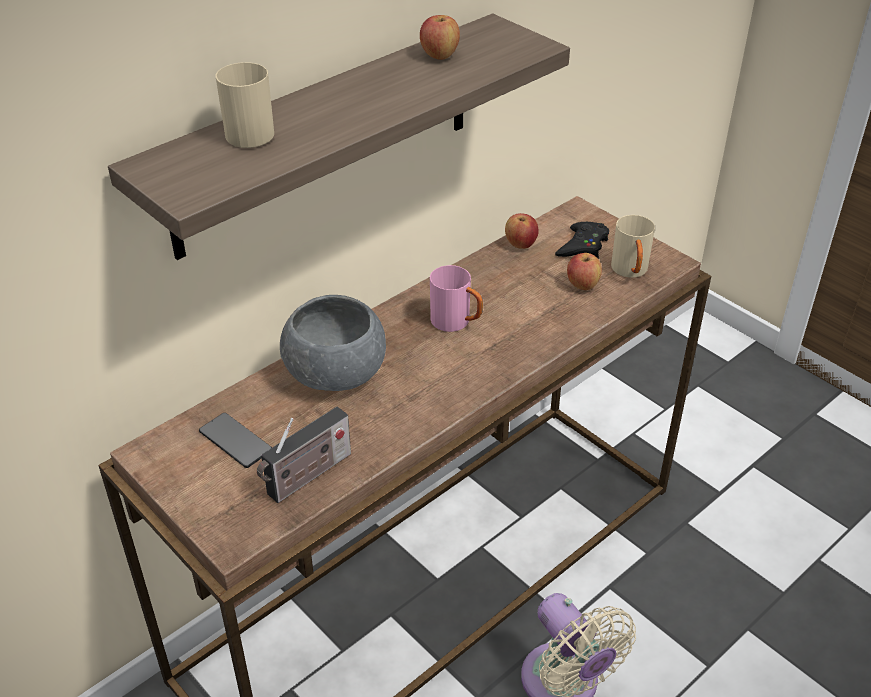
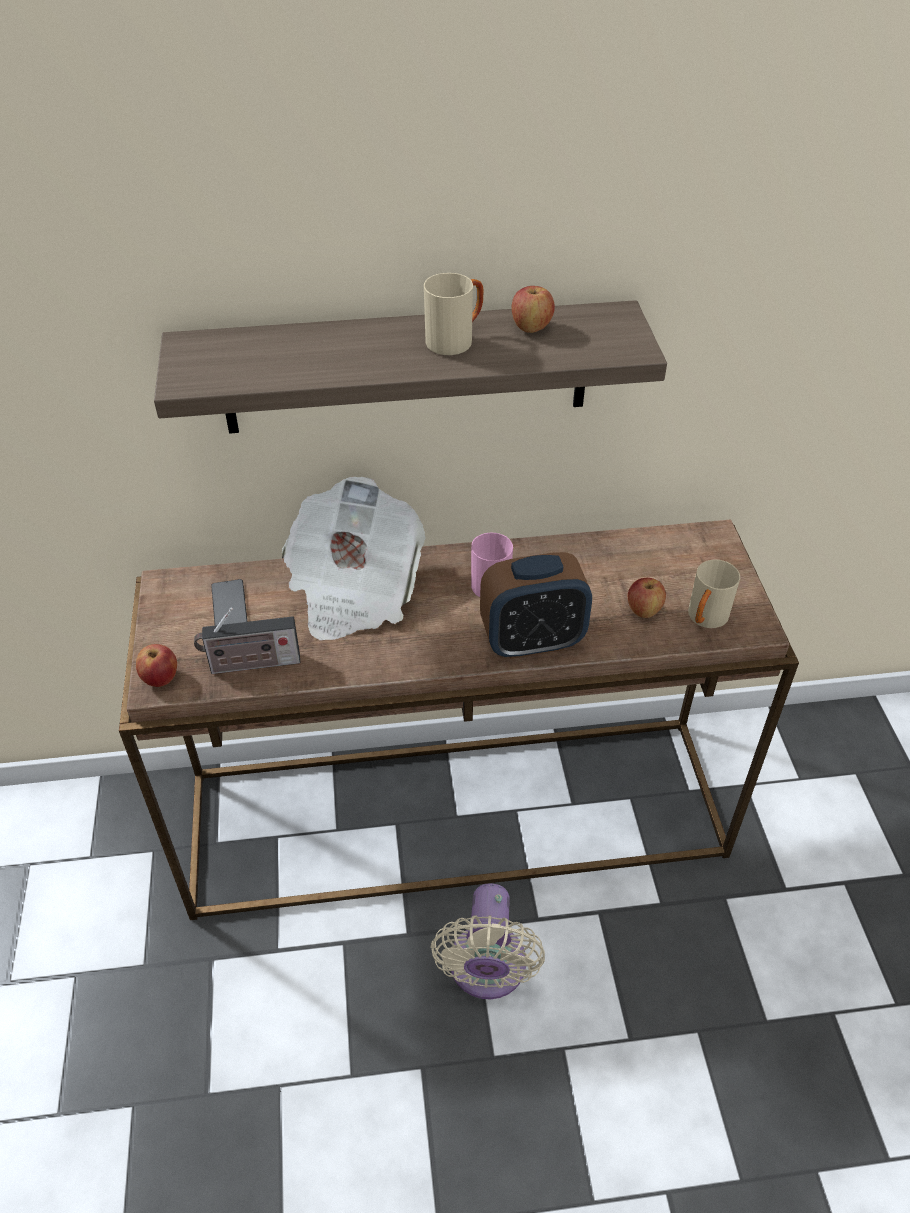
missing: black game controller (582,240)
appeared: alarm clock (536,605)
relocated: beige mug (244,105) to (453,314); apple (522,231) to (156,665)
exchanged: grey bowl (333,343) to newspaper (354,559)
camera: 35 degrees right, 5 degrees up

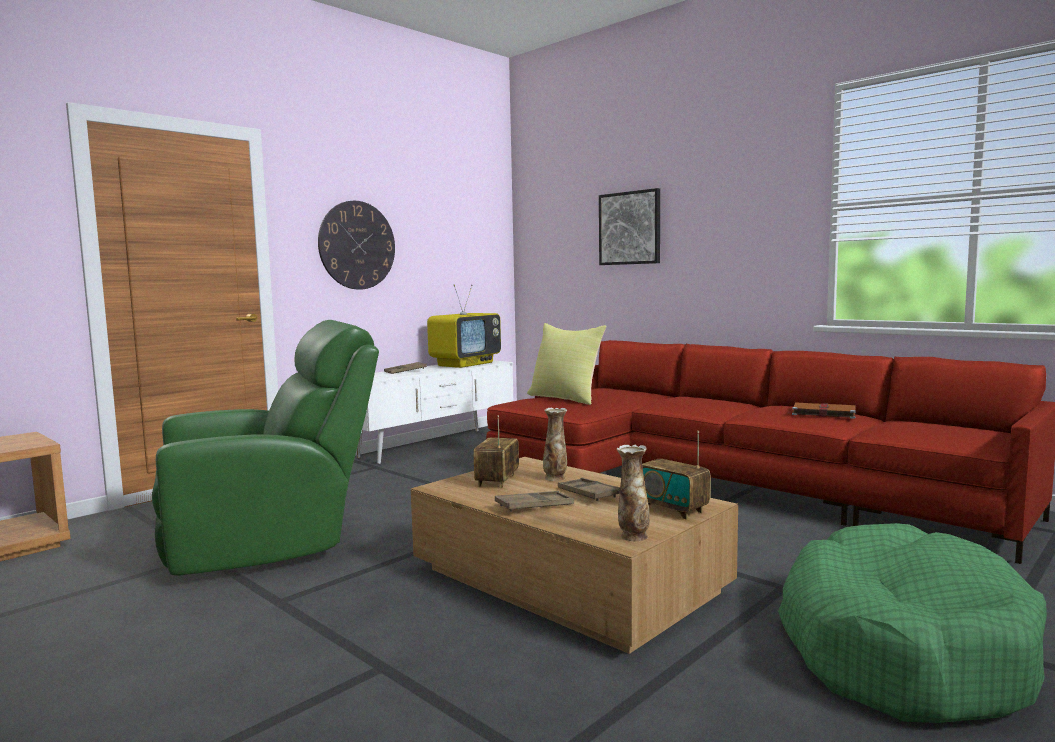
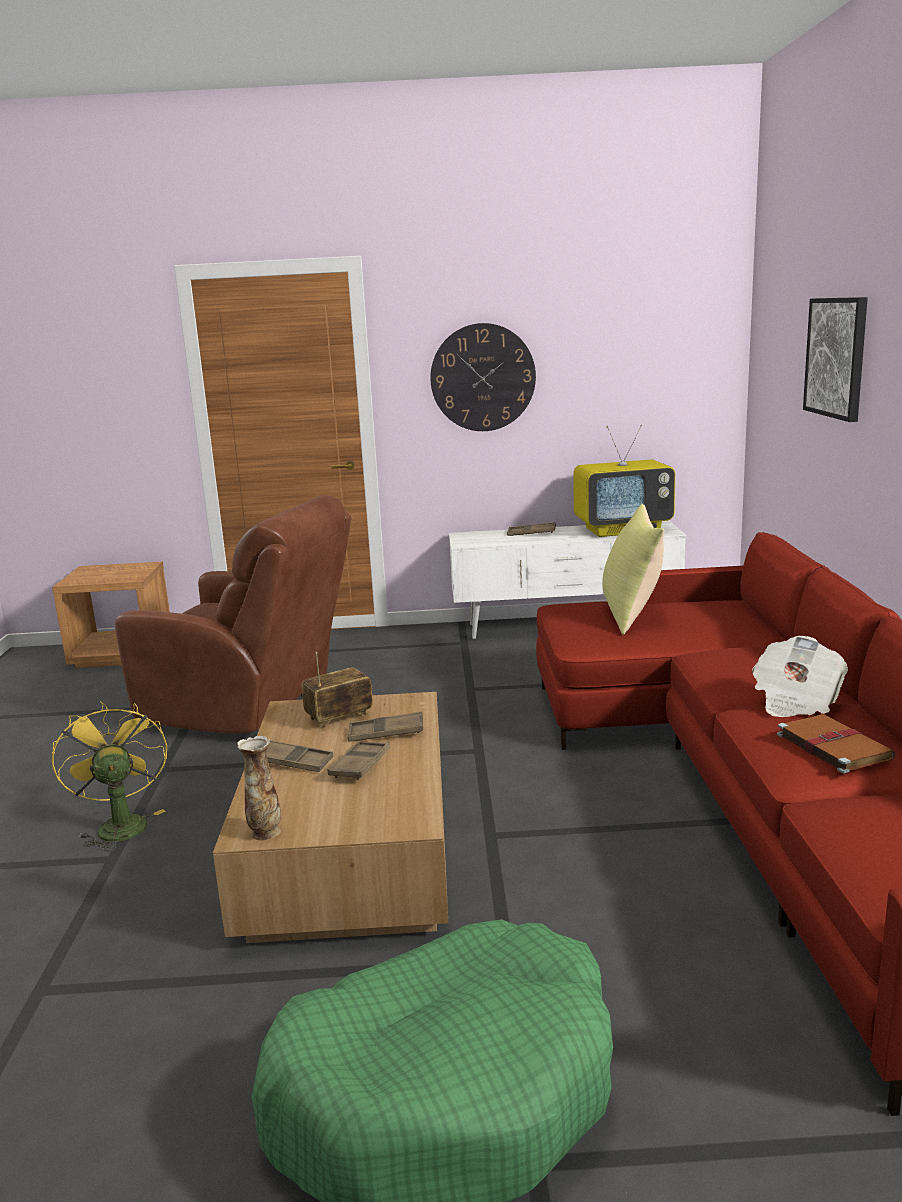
missing: radio (676,475)
appeared: yellow fan (109,776); newspaper (800,676)
exchanged: vase (555,444) to brown tray (385,727)
colour: green armchair (265,448) to brown armchair (233,614)
camera: 45 degrees right, 10 degrees up

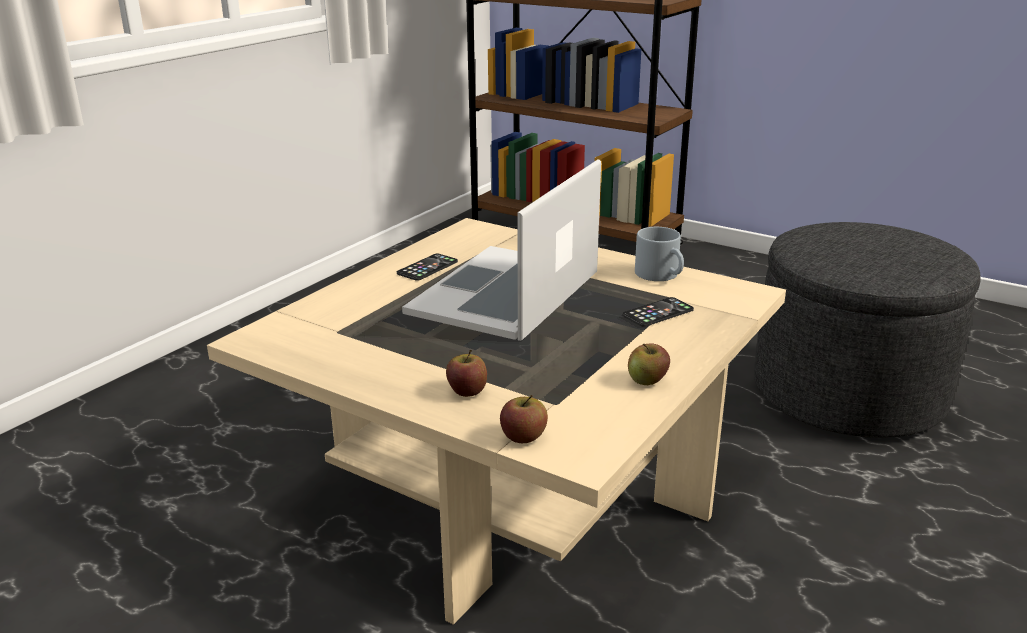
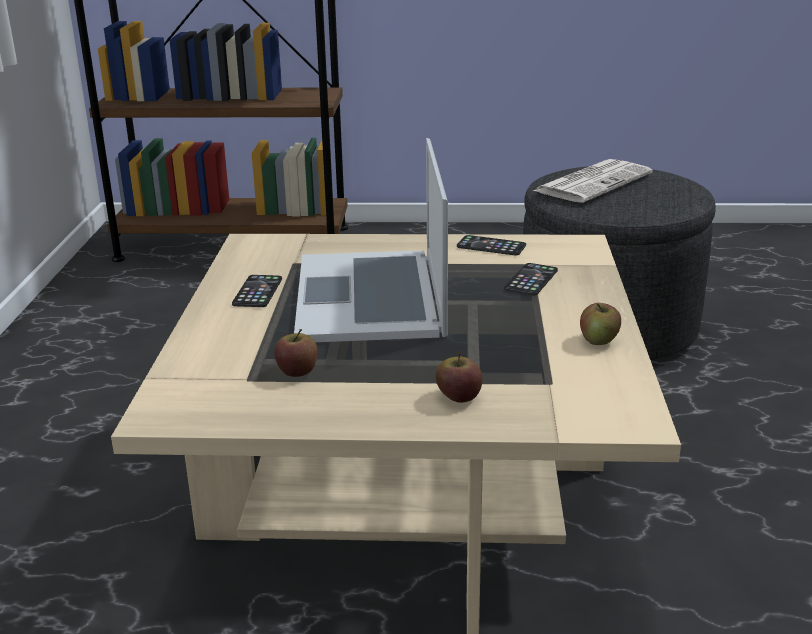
appeared: newspaper (592,181)
relocated: apple (524,419) to (295,353)
exchanged: grey mug (659,254) to phone (491,245)
camera: 30 degrees left, 0 degrees up

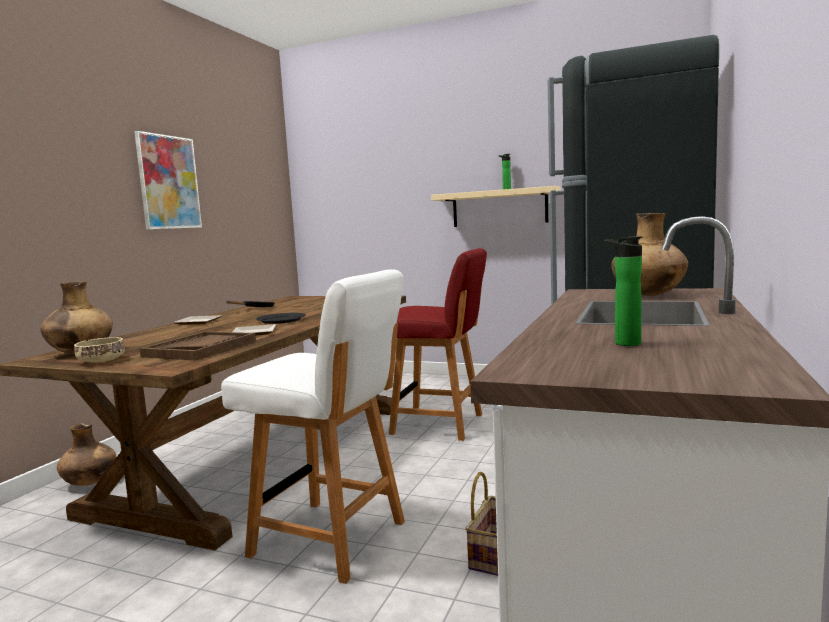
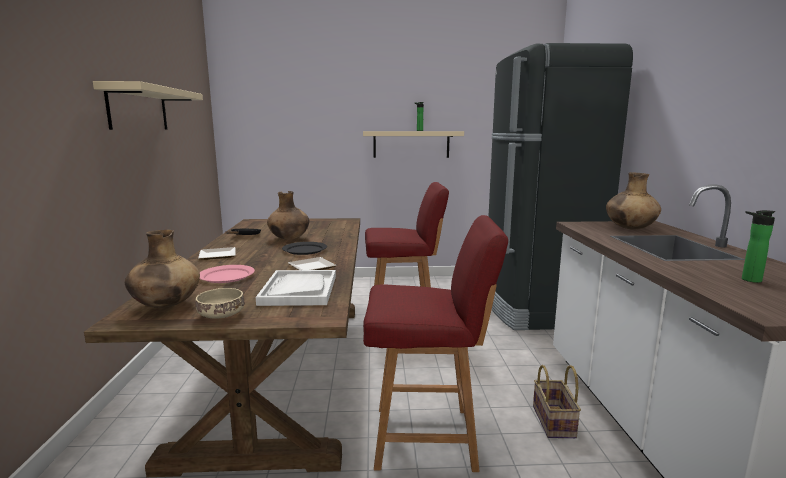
appeared: pink plate (227,274)
relocated: brown vase (86,454) to (288,215)
exchanged: picture (168,180) to beige shelf (148,105)
colour: brown tray (198,345) to white tray (296,288); white chair (313,426) to red chair (435,343)
camera: 25 degrees left, 5 degrees up

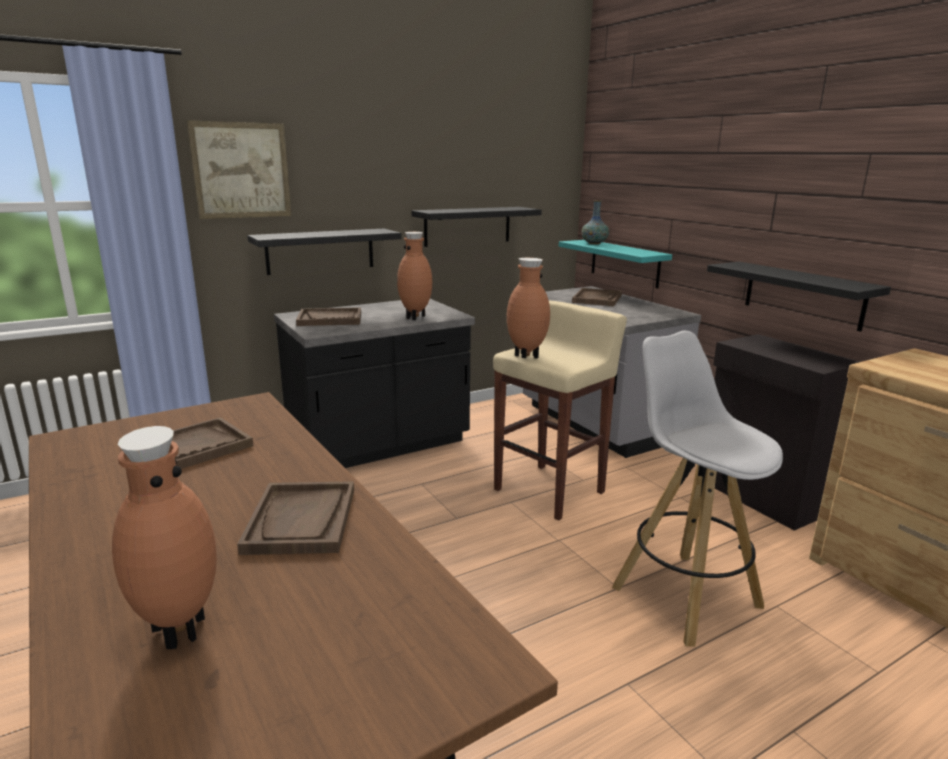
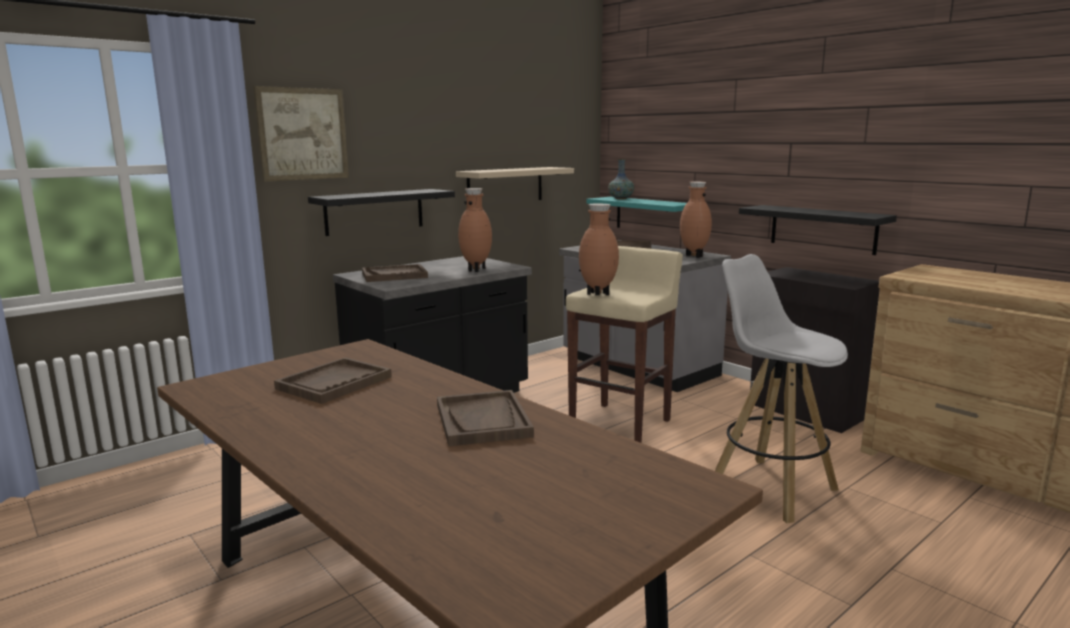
relocated: brown vase (164,537) to (696,219)
colour: black shelf (477,227) to beige shelf (515,183)
camera: 10 degrees left, 5 degrees down

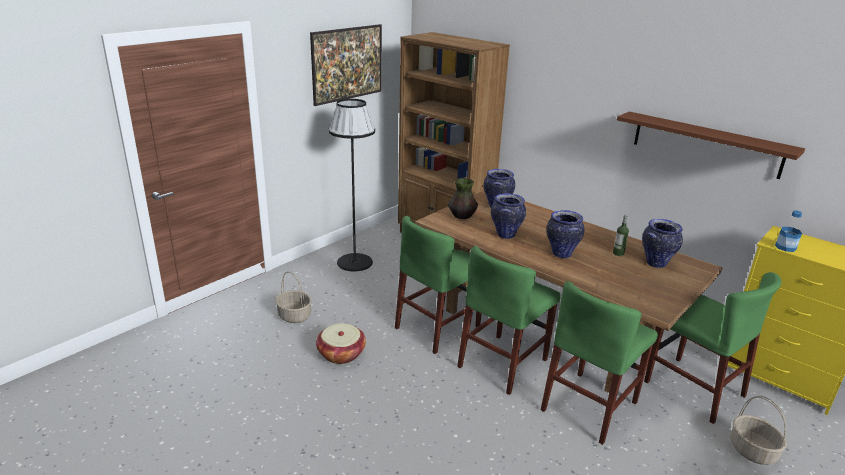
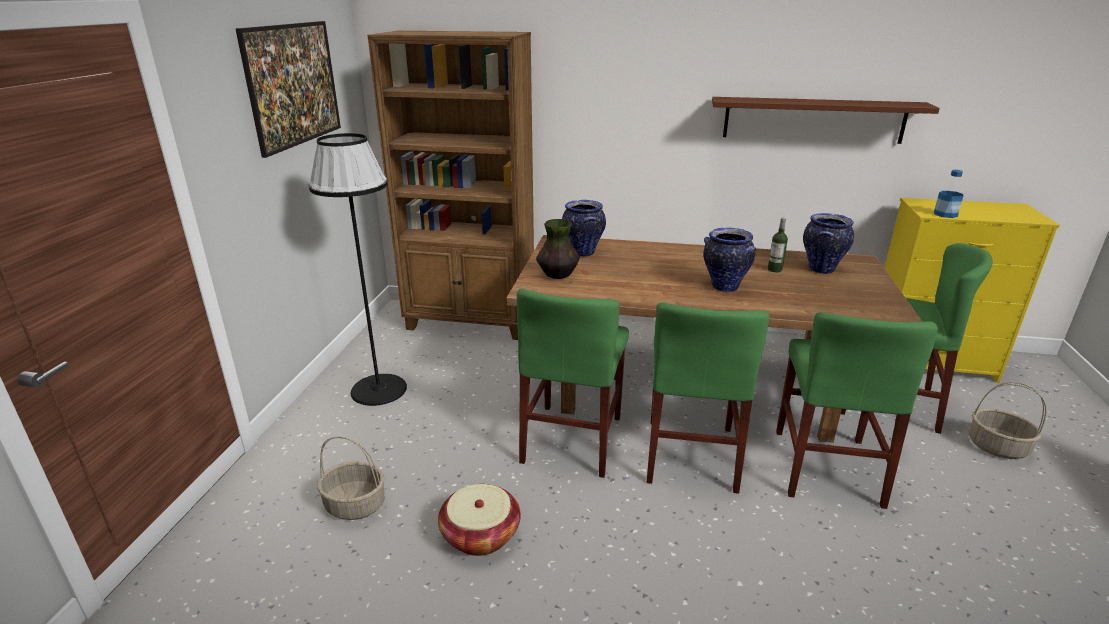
missing: vase (508,216)
camera: 30 degrees left, 0 degrees up

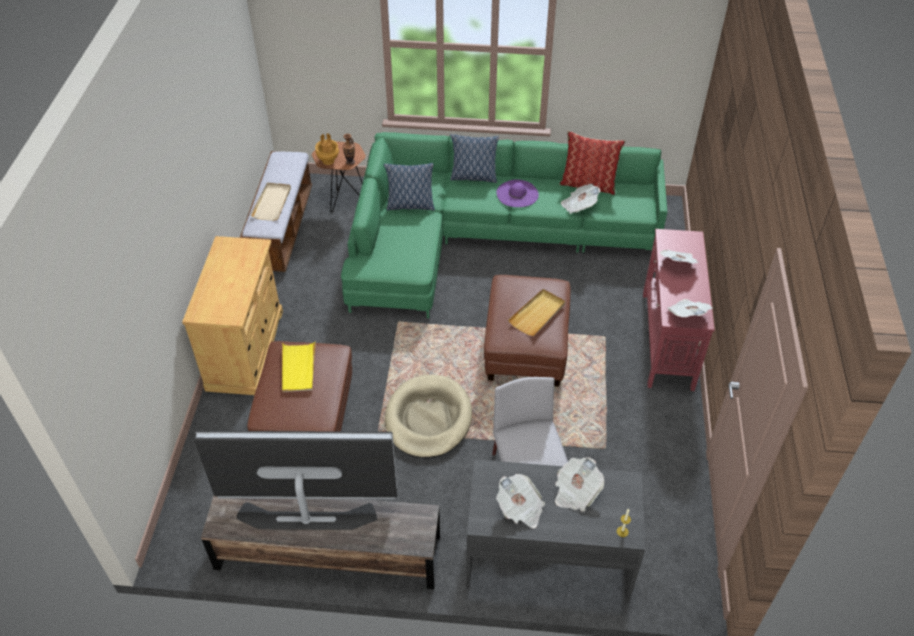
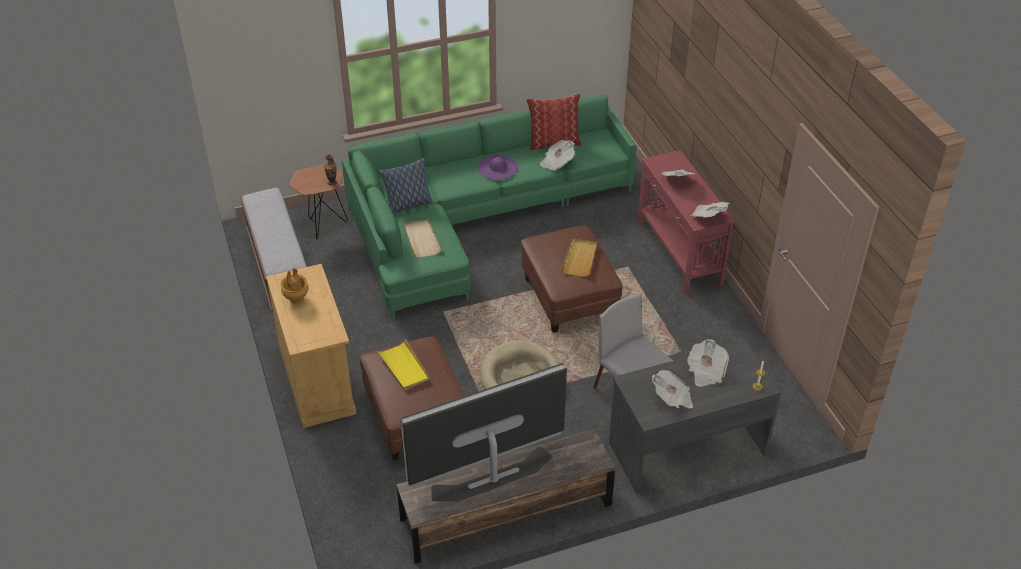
missing: pillow (474,158)
relocated: beige tray (270,202) to (423,238); brown vase (327,149) to (294,286)
camera: 25 degrees left, 5 degrees down

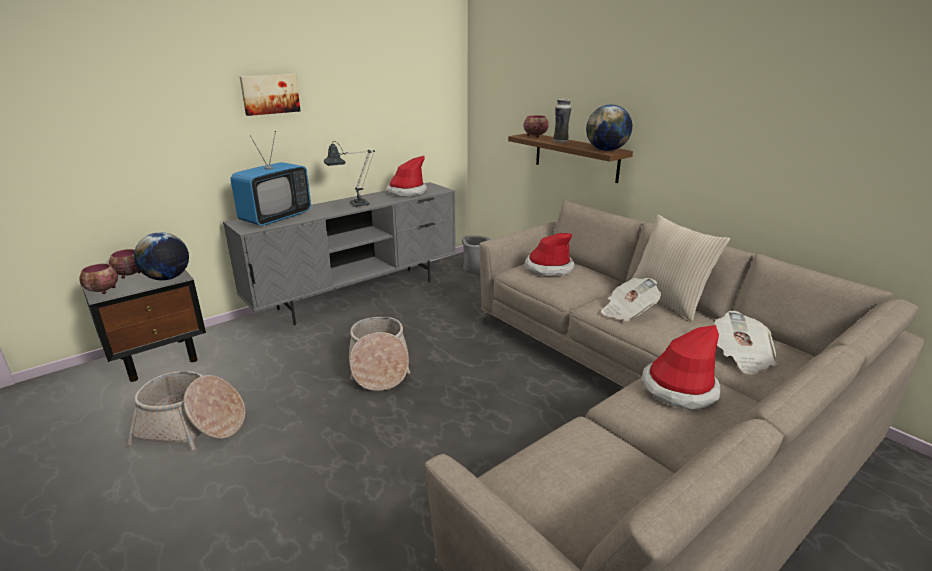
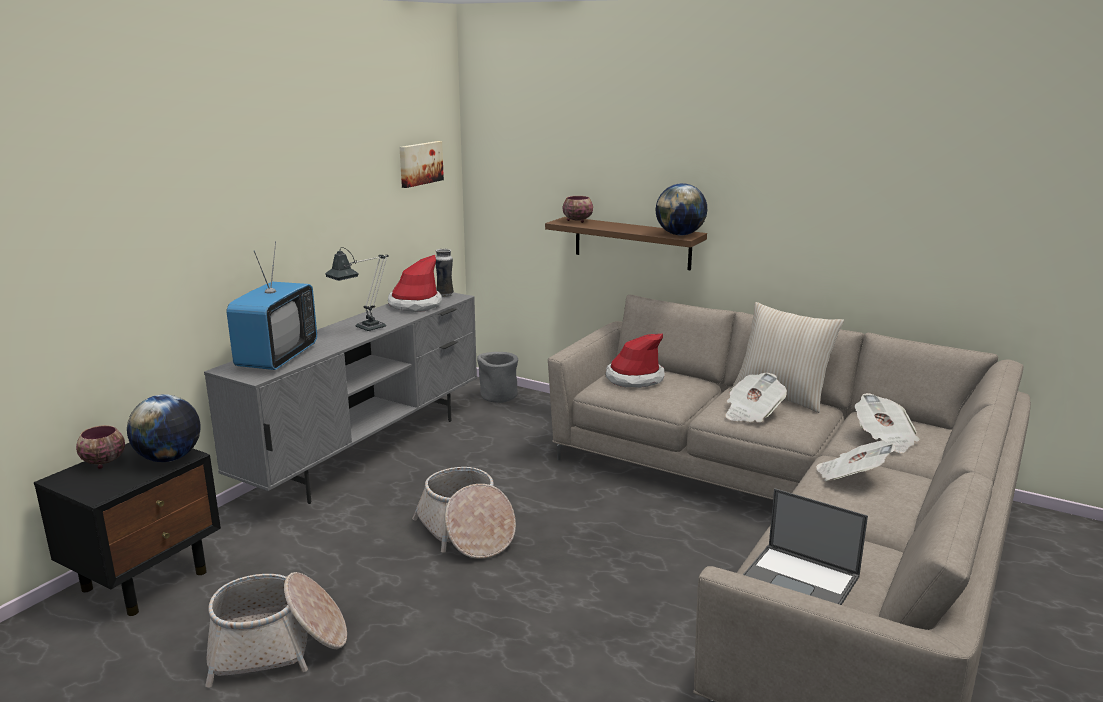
missing: bowl (98,279)
appeared: laptop (805,546)
relocated: picture (270,95) to (421,164); vase (562,121) to (444,273)
exchanged: hat (681,367) to newspaper (856,460)
camera: 20 degrees left, 5 degrees down

